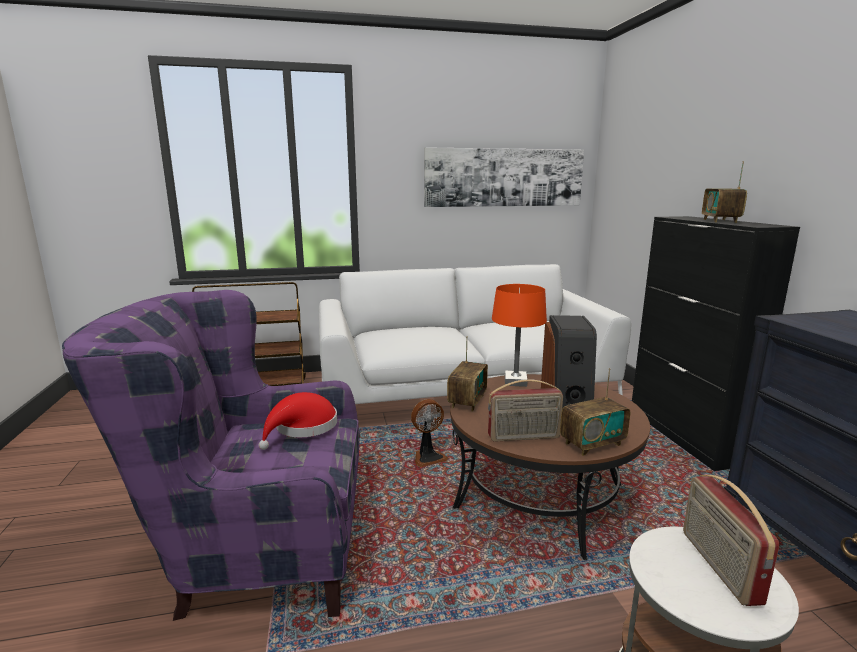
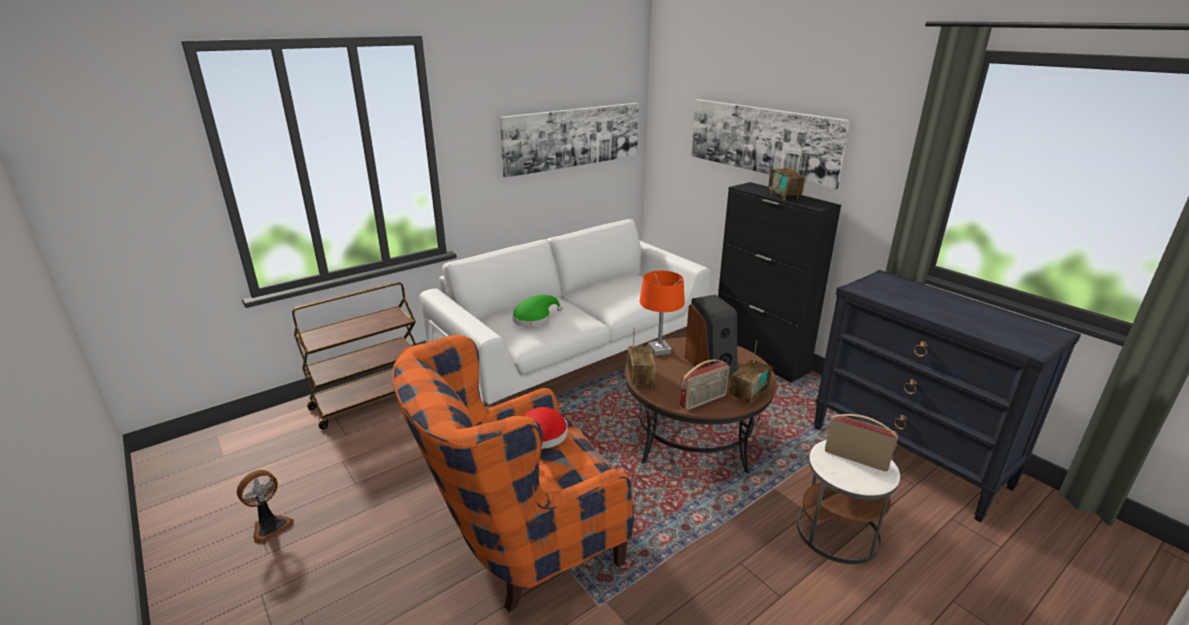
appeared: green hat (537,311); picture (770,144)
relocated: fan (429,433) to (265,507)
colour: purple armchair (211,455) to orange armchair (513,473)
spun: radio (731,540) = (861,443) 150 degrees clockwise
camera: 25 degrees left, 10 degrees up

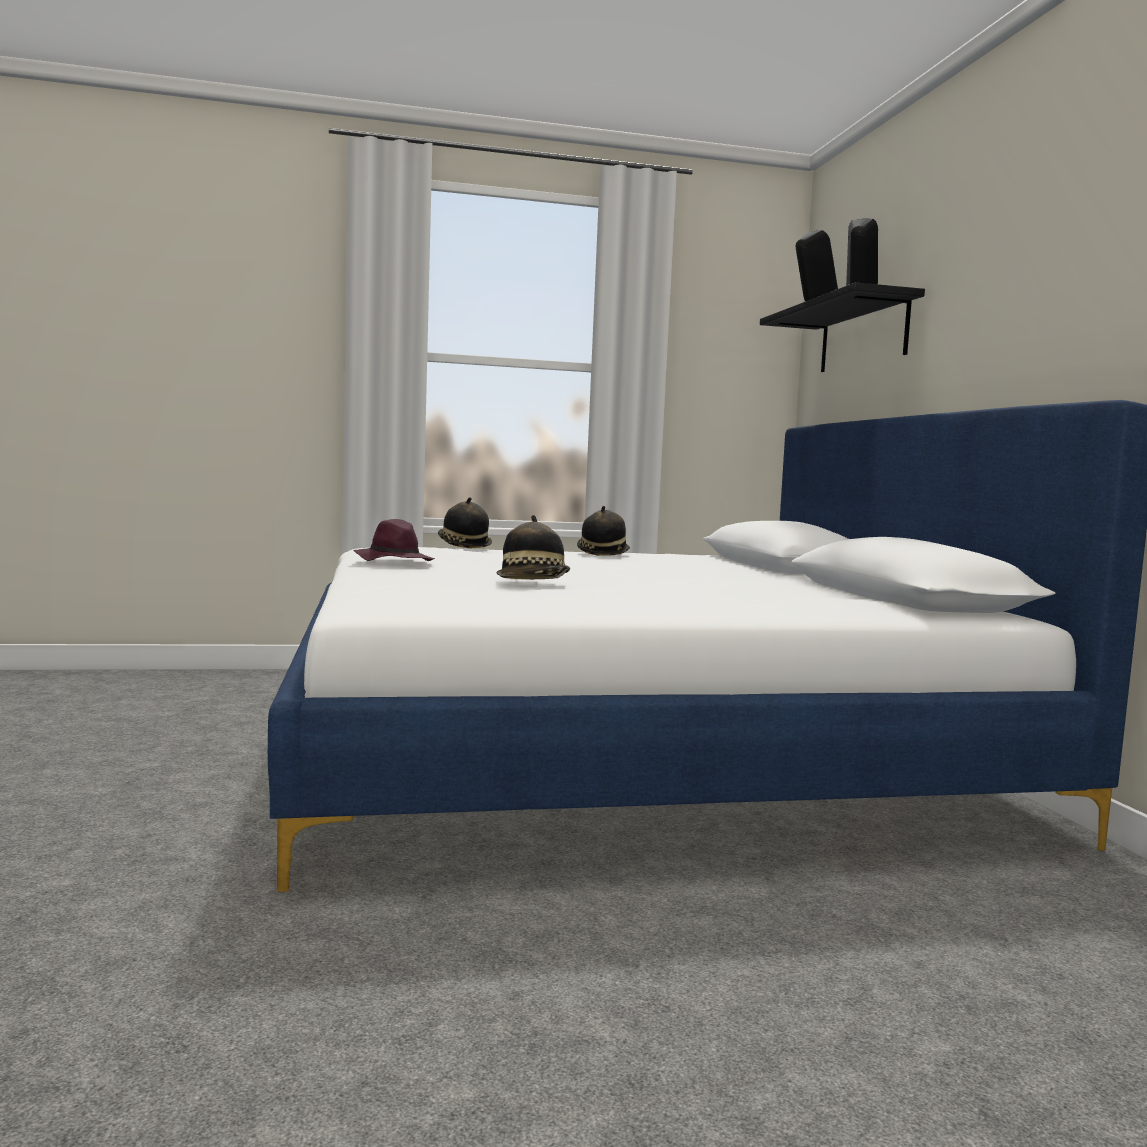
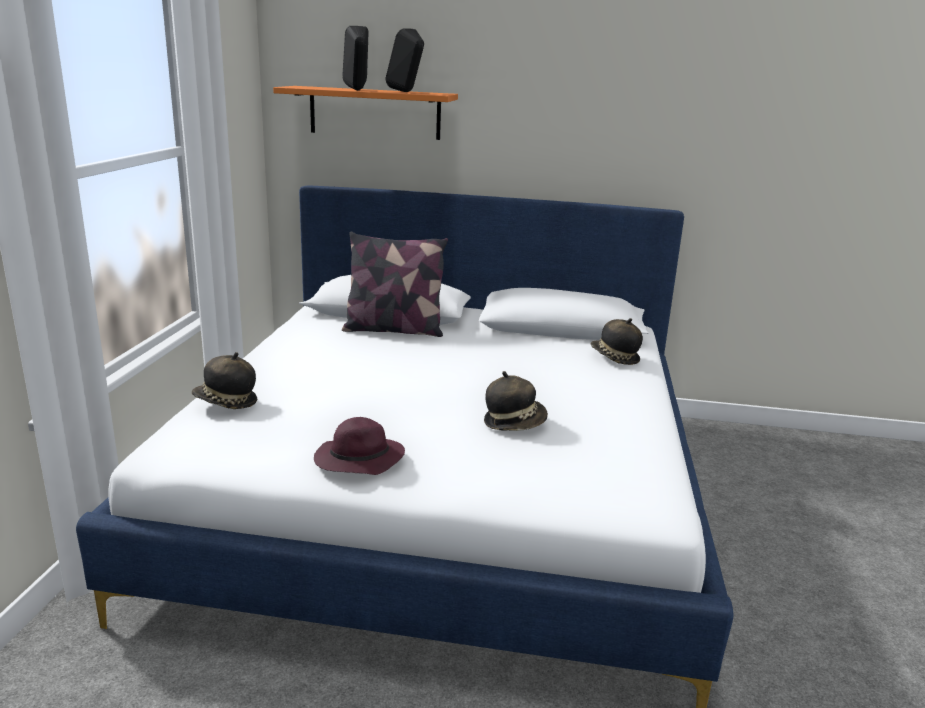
appeared: pillow (395,284)
relocated: hat (603,531) to (616,341)
colour: black shelf (842,327) to orange shelf (365,113)
camera: 70 degrees left, 15 degrees up

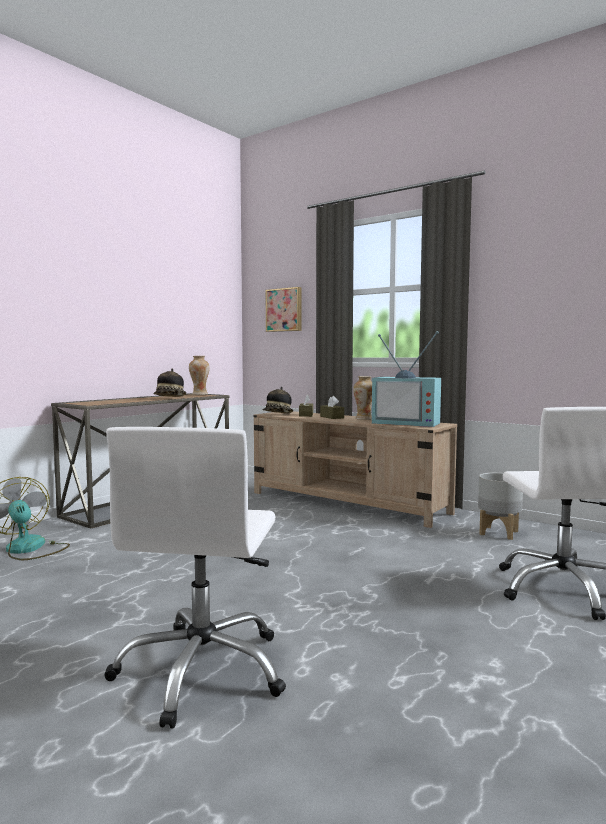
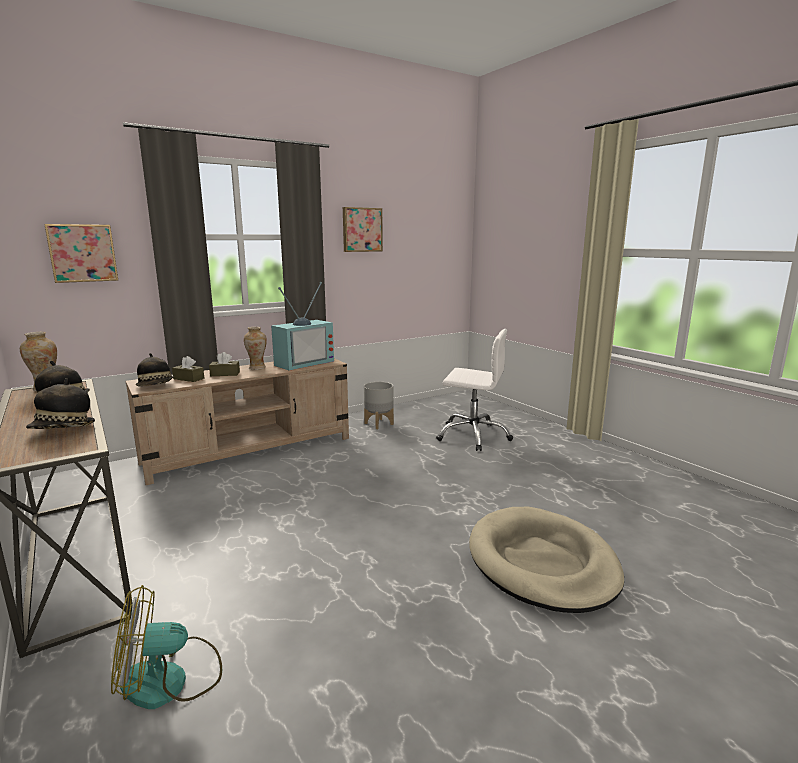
appeared: hat (60,403); picture (363,229)
exchanged: white office chair (195,577) to beige dog bed (546,560)
camera: 70 degrees left, 10 degrees up

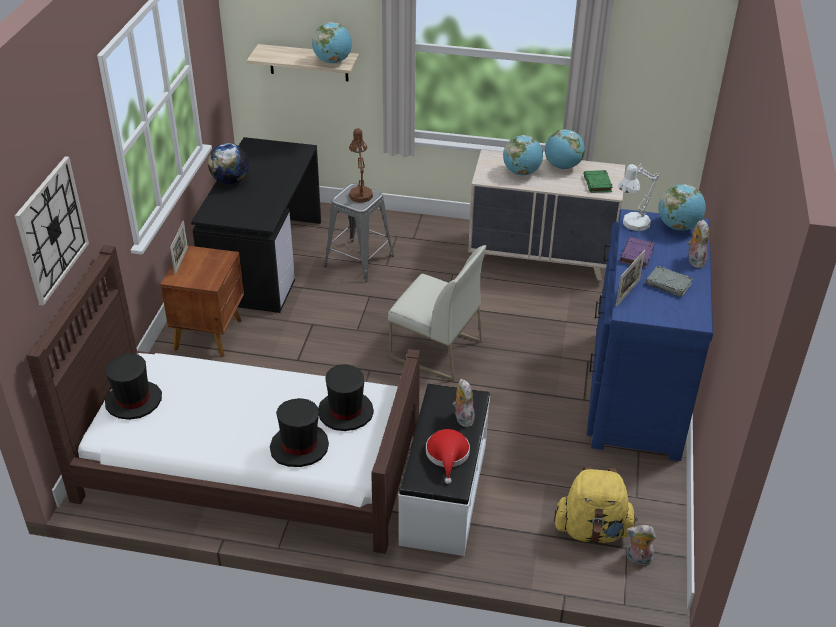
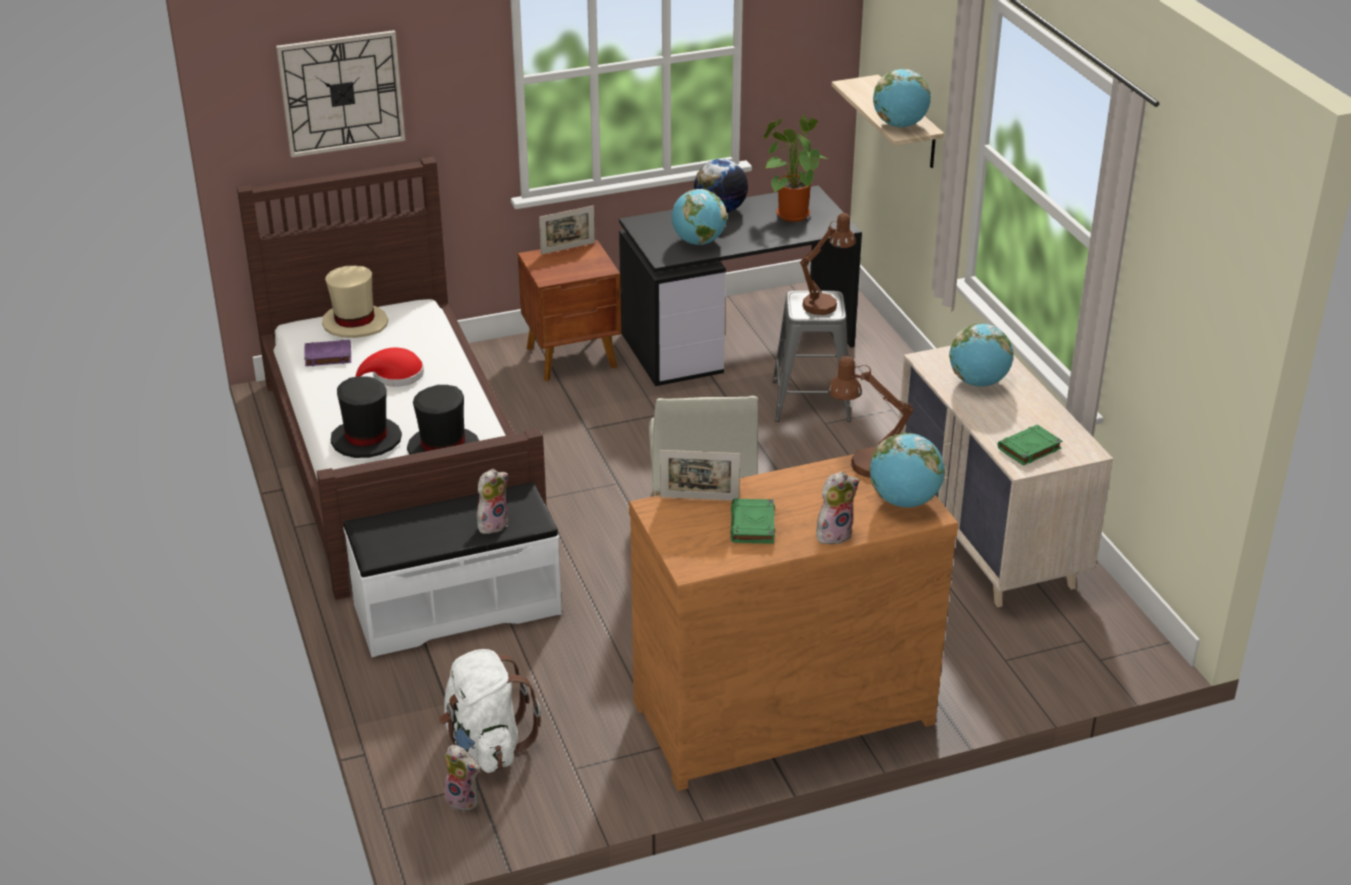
appeared: potted plant (795,168)
relocated: red hat (448,456) to (389,367); globe (565,149) to (699,217); purple book (637,252) to (327,353)
colour: black hat (133,386) to beige hat (355,302); yellow backpack (596,505) to white backpack (490,711); blue dresser (650,335) to brown dresser (793,622); white table lamp (638,197) to brown table lamp (871,417); grey book (669,281) to green book (752,521)
spun: plush toy (641,545) = (460,778) 135 degrees clockwise
camera: 60 degrees right, 5 degrees down

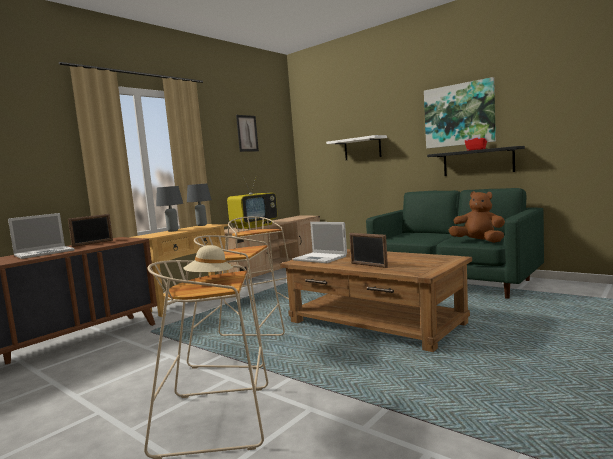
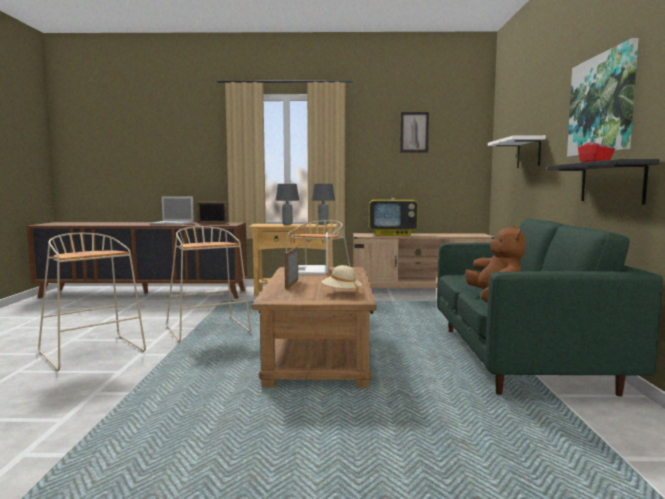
relocated: beige hat (209,260) to (342,280)
camera: 50 degrees right, 0 degrees up

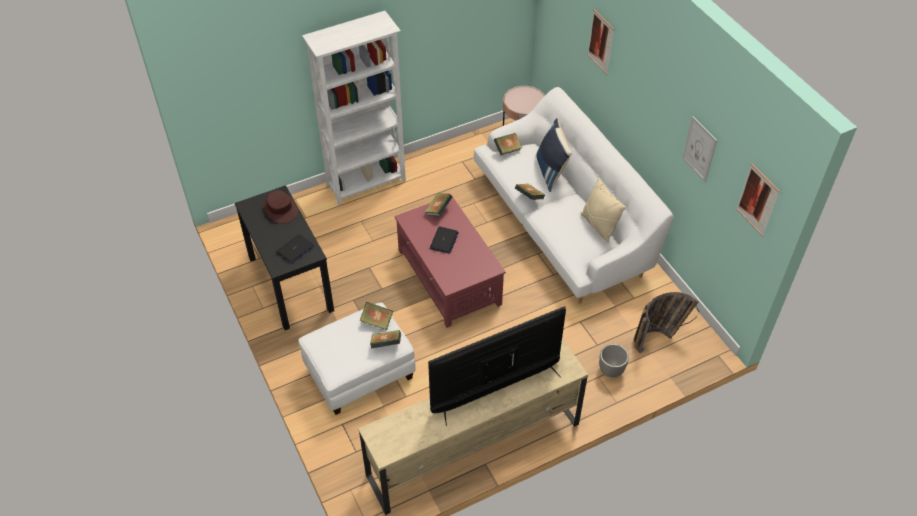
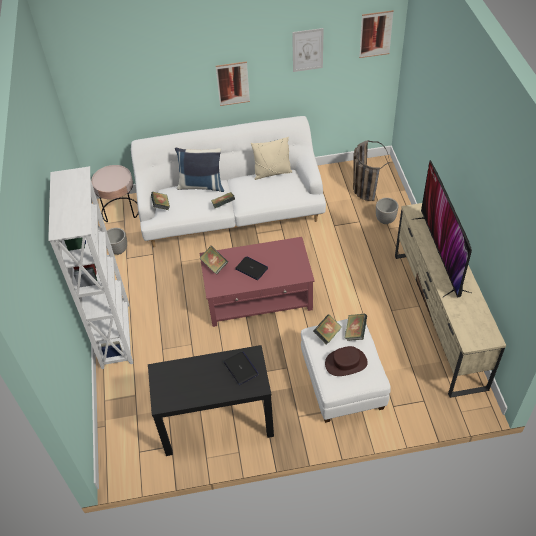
appeared: planter (117,241)
relocated: brown hat (280,207) to (346,361); picture (600,42) to (233,83)
camera: 70 degrees left, 0 degrees up

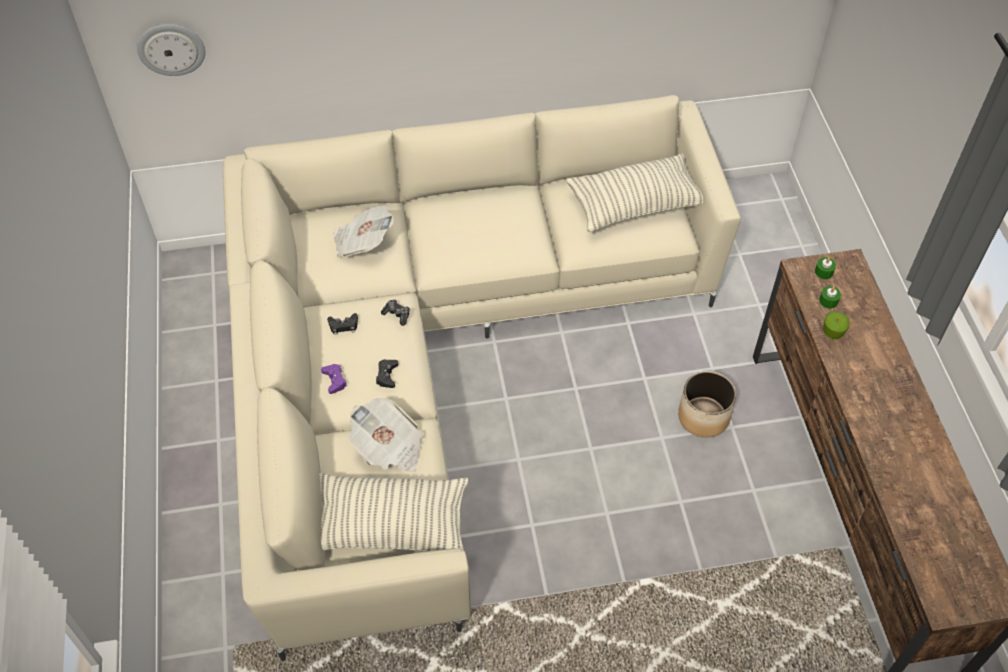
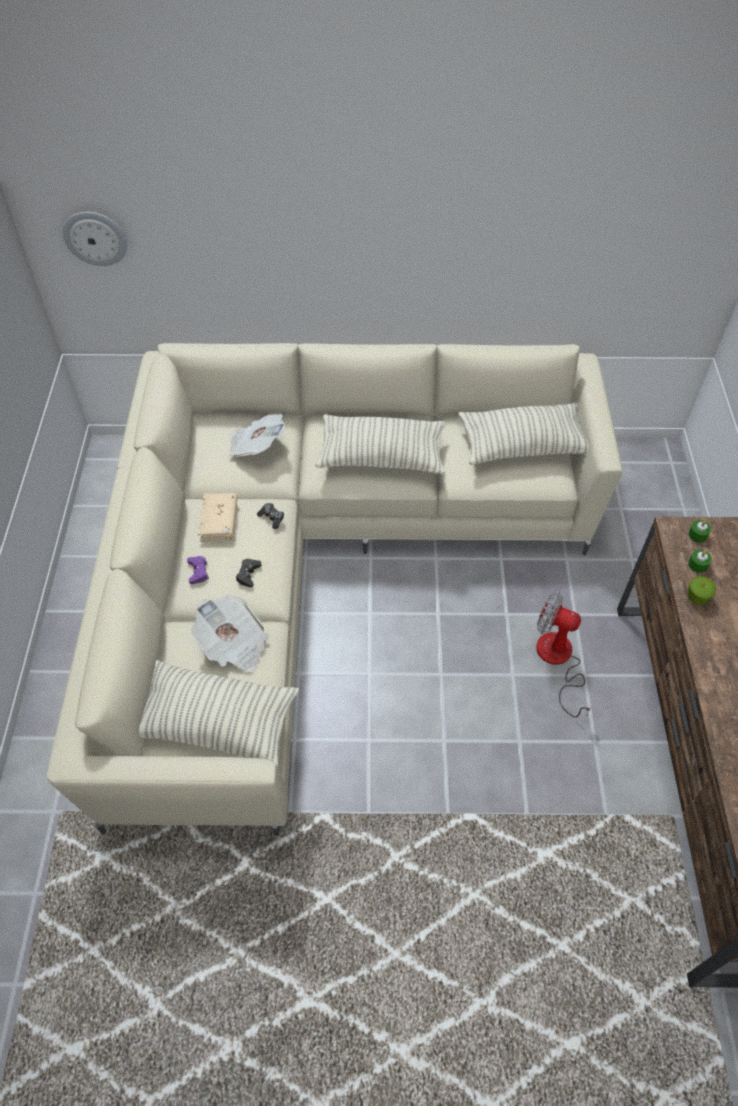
appeared: pillow (380,444)
exchanged: black game controller (342,324) to beige book (218,517); planter (707,404) to fan (564,654)
camera: 10 degrees right, 0 degrees up

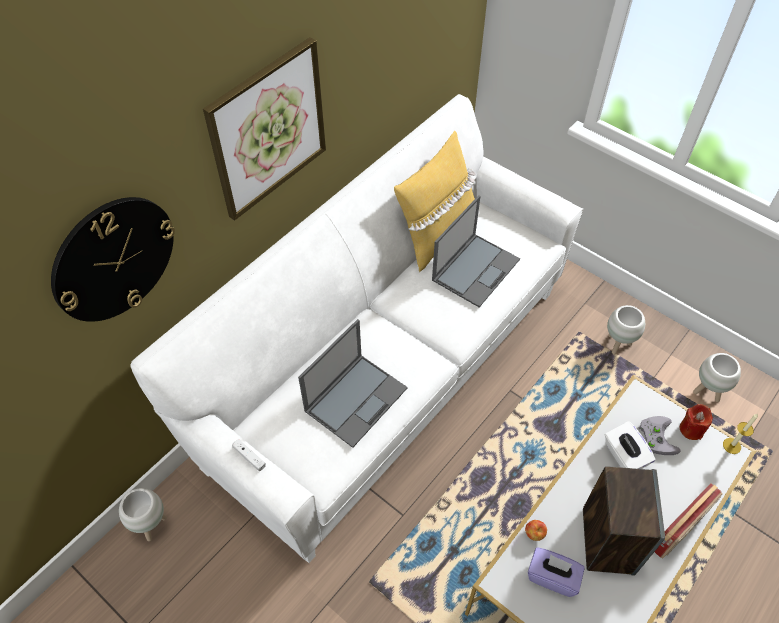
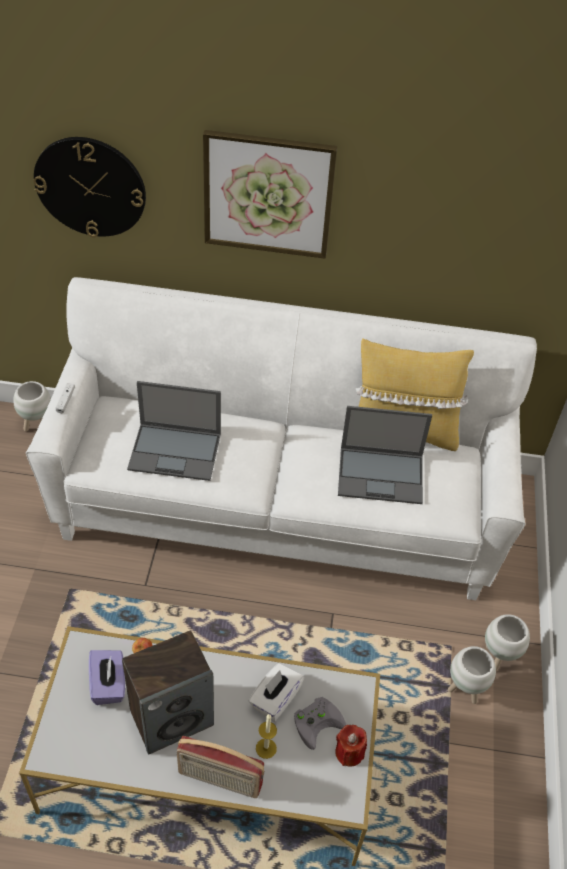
relocated: white planter (717,377) to (507,642); candle (740,434) to (266,736)
camera: 55 degrees right, 5 degrees down

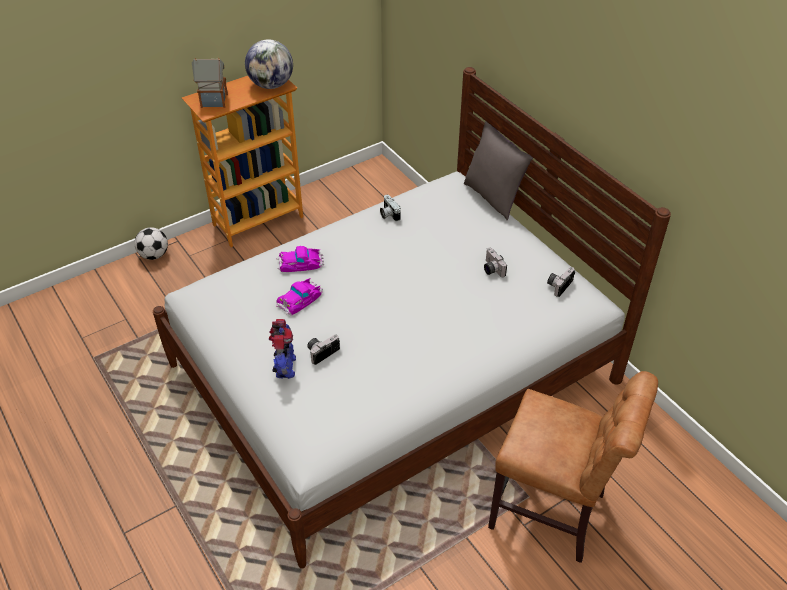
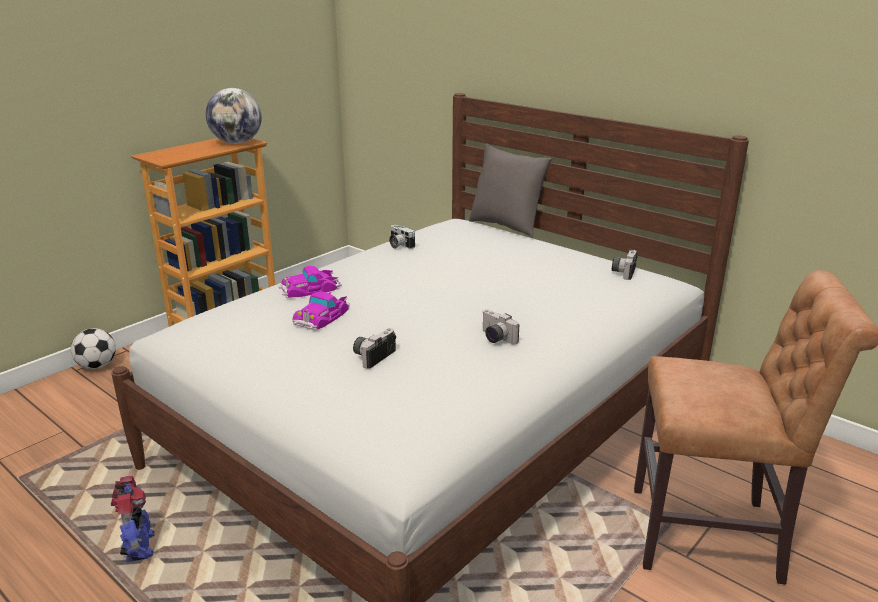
missing: toy house (210,83)
relocated: toy robot (282,349) to (133,519); photo camera (495,262) to (500,327)
camera: 15 degrees left, 20 degrees down

